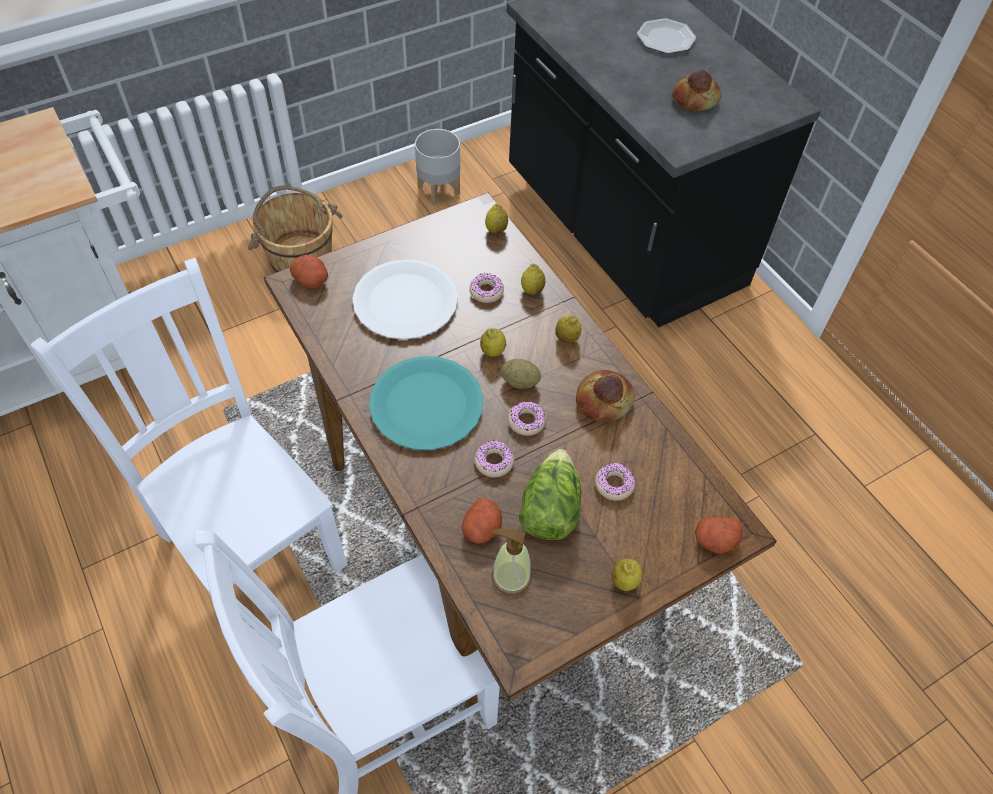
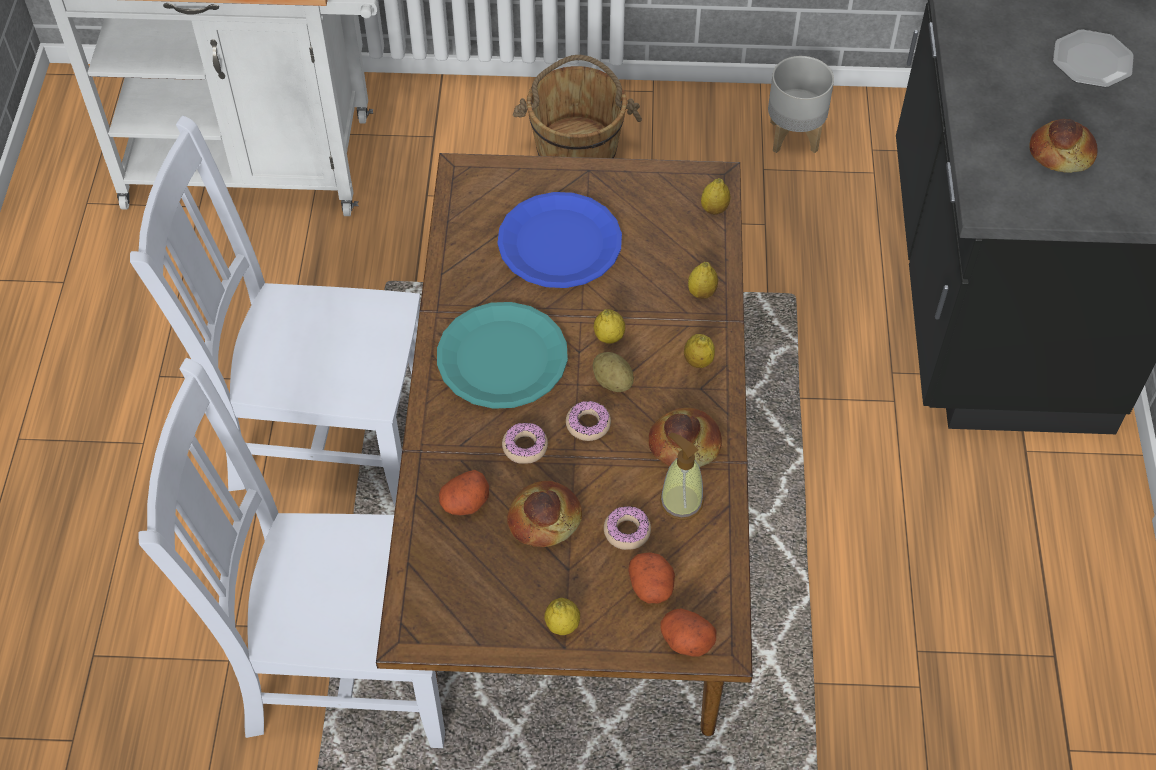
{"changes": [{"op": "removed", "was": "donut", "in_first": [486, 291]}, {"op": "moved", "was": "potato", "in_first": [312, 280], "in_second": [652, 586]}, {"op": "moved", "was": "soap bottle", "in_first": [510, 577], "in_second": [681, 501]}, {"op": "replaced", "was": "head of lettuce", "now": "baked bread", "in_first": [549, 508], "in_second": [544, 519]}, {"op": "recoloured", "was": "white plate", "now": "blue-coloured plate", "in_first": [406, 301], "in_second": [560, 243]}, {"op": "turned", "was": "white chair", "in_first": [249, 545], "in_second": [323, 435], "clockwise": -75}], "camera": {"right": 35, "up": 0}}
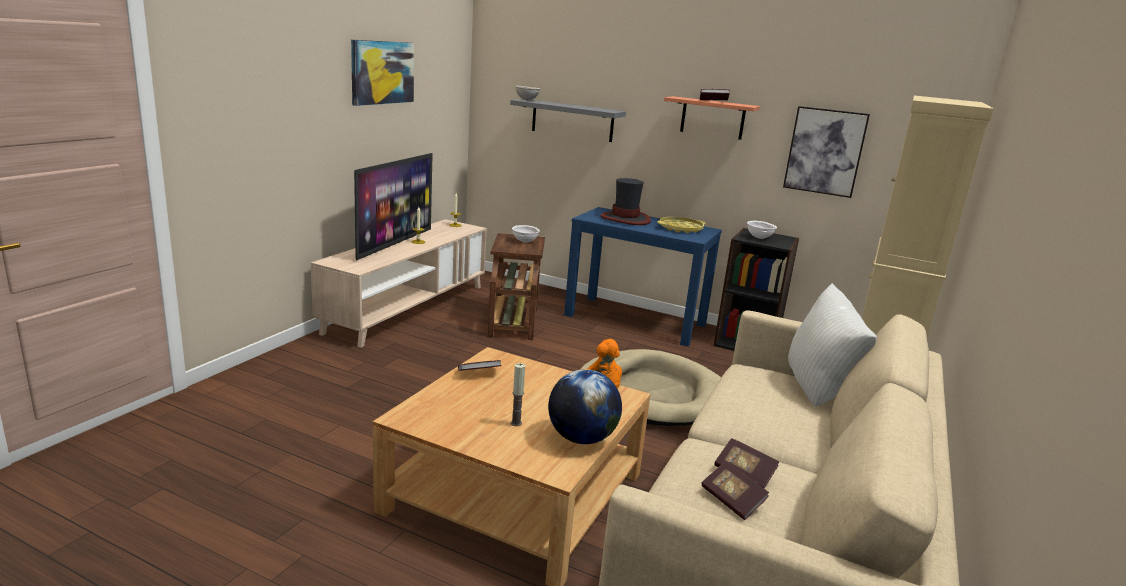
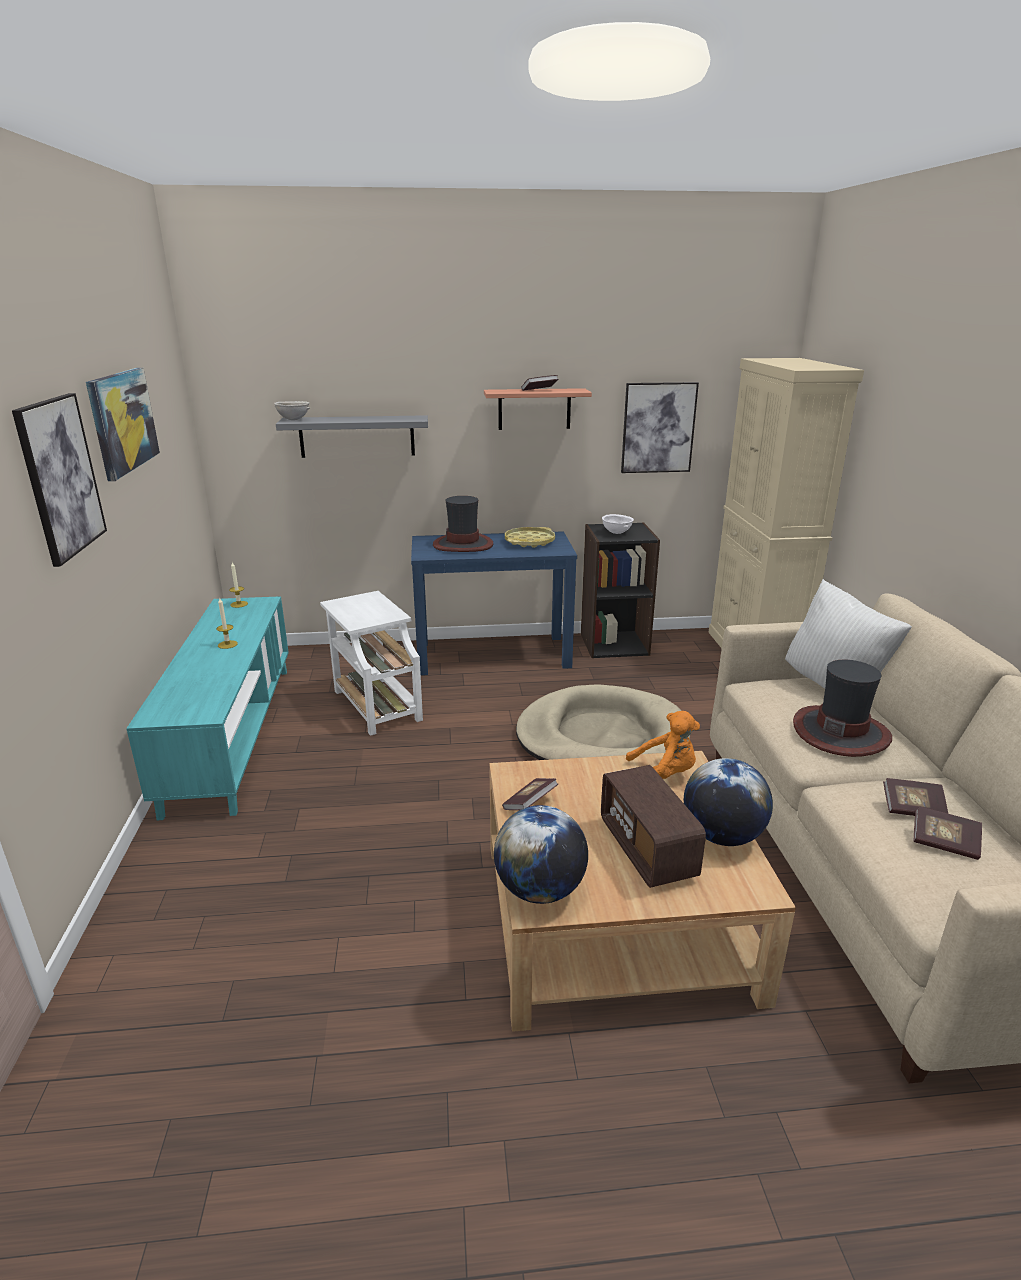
{"changes": [{"op": "removed", "was": "TV set", "in_first": [394, 243]}, {"op": "removed", "was": "white deep dish", "in_first": [525, 242]}, {"op": "added", "now": "wall art", "in_second": [60, 477]}, {"op": "added", "now": "globe", "in_second": [540, 890]}, {"op": "added", "now": "wearable hat", "in_second": [840, 732]}, {"op": "replaced", "was": "wax light", "now": "radio", "in_first": [516, 423], "in_second": [647, 849]}, {"op": "recoloured", "was": "beige tv unit", "now": "blue-green tv unit", "in_first": [408, 308], "in_second": [232, 734]}, {"op": "recoloured", "was": "brown-coloured end table", "now": "white end table", "in_first": [513, 322], "in_second": [376, 704]}], "camera": {"right": -30, "up": 5}}
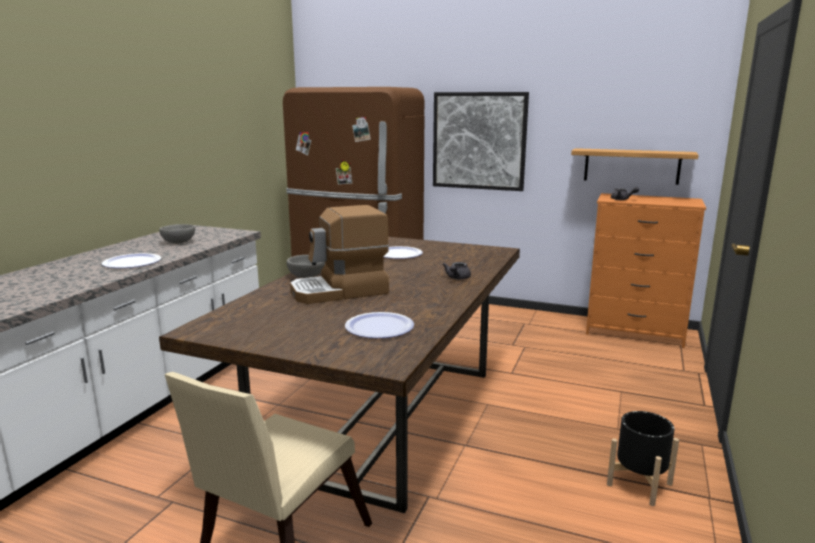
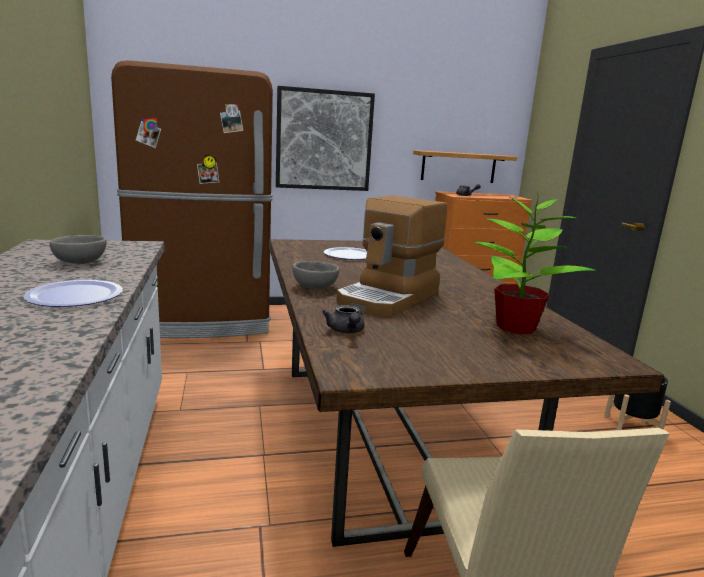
{"changes": [{"op": "moved", "was": "grey teapot", "in_first": [457, 278], "in_second": [346, 331]}, {"op": "replaced", "was": "plate", "now": "houseplant", "in_first": [379, 327], "in_second": [514, 327]}], "camera": {"right": -35, "up": 0}}
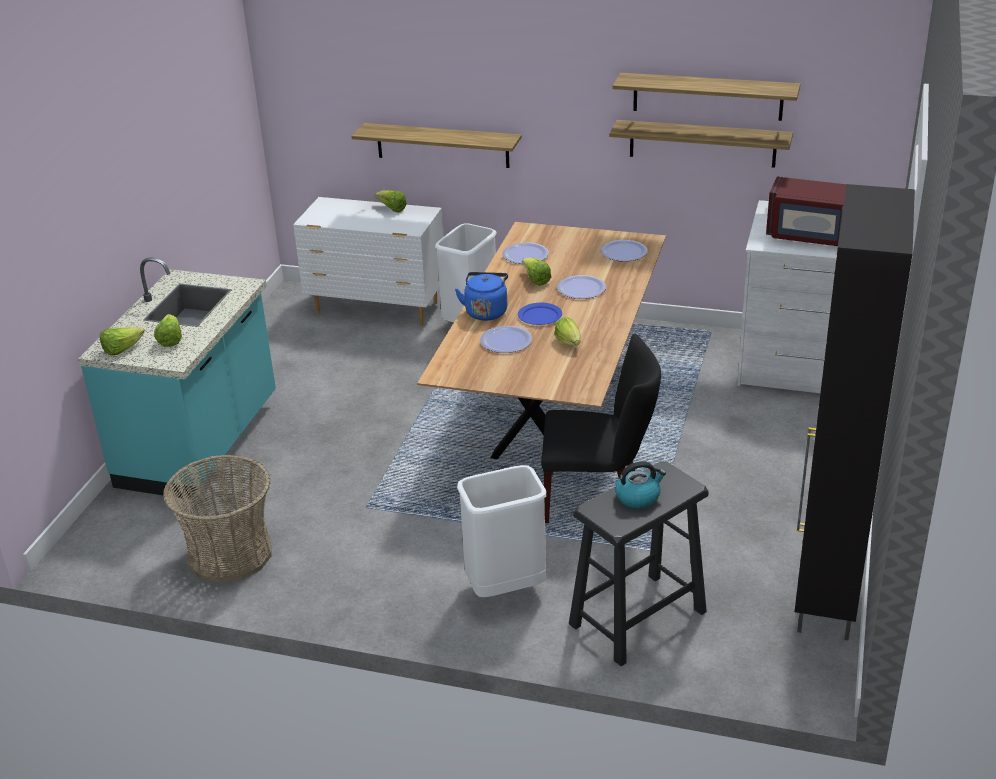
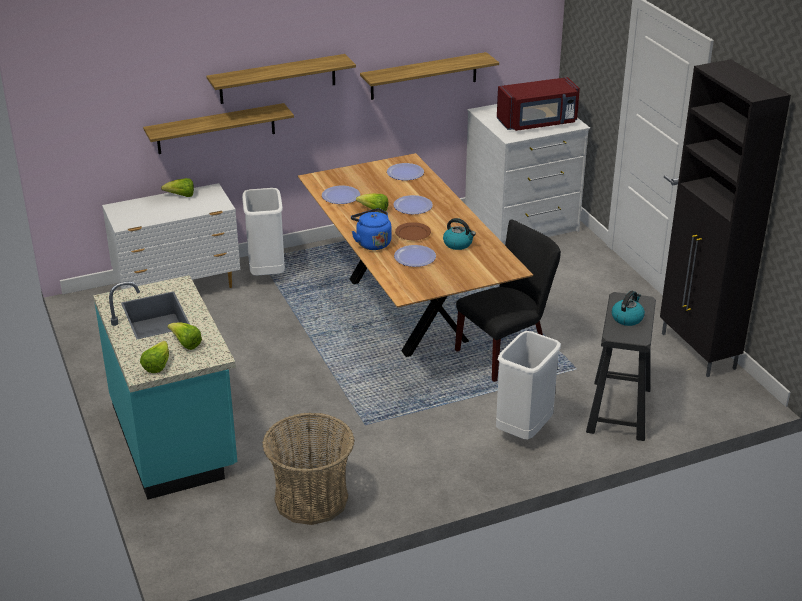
{"changes": [{"op": "moved", "was": "wall shelf", "in_first": [707, 96], "in_second": [277, 79]}, {"op": "replaced", "was": "head of lettuce", "now": "water kettle", "in_first": [569, 343], "in_second": [458, 244]}, {"op": "recoloured", "was": "blue-coloured plate", "now": "brown-coloured plate", "in_first": [540, 316], "in_second": [413, 233]}], "camera": {"right": -40, "up": 0}}
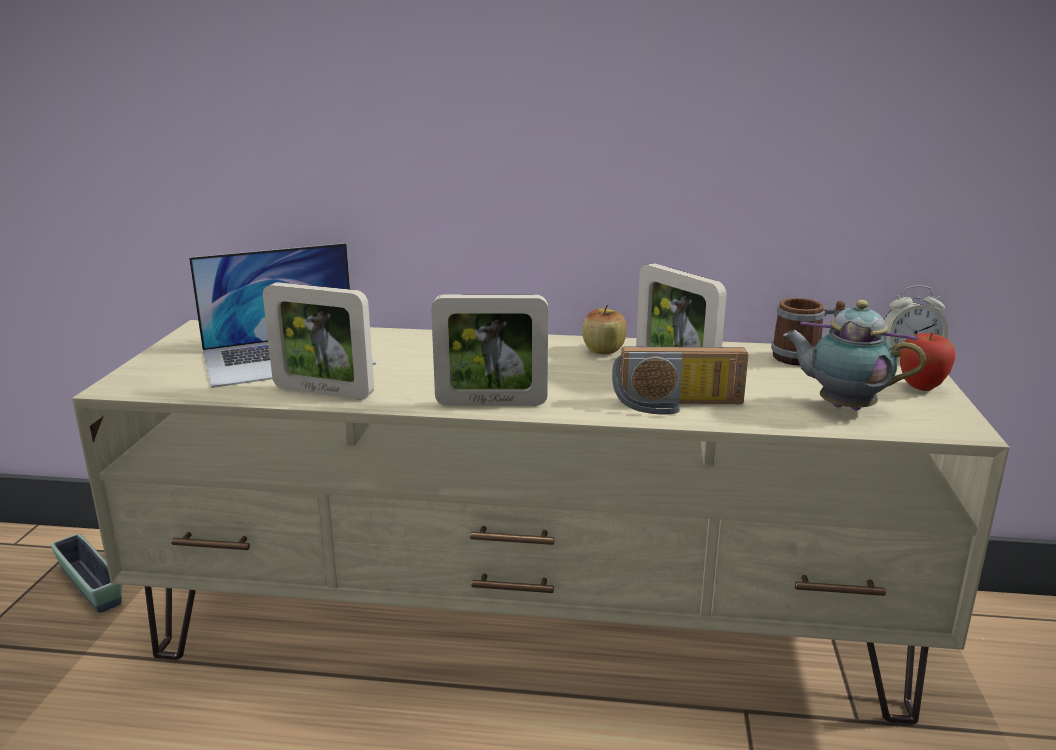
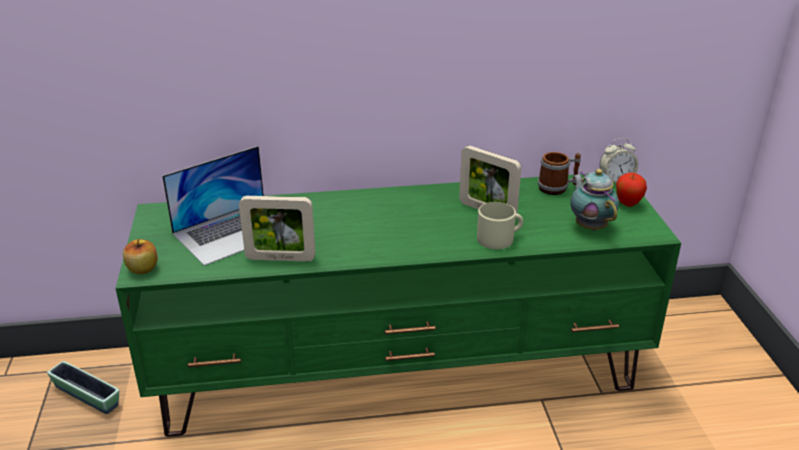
{"changes": [{"op": "removed", "was": "standing frame", "in_first": [491, 403]}, {"op": "moved", "was": "whole apple", "in_first": [603, 350], "in_second": [142, 269]}, {"op": "replaced", "was": "radio", "now": "beige tea mug", "in_first": [677, 406], "in_second": [499, 238]}, {"op": "recoloured", "was": "beige tv unit", "now": "green tv unit", "in_first": [531, 628], "in_second": [401, 371]}, {"op": "turned", "was": "teapot", "in_first": [842, 407], "in_second": [589, 226], "clockwise": 60}], "camera": {"right": -15, "up": 10}}
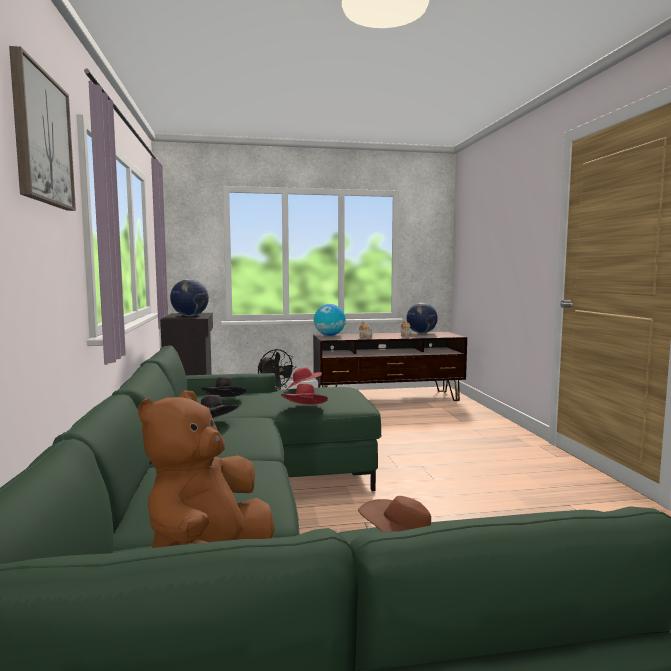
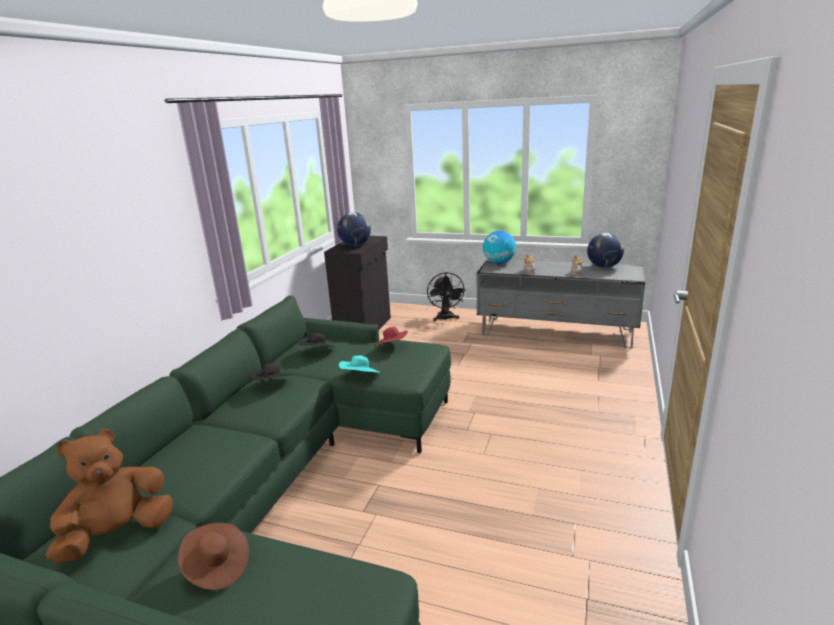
{"changes": [{"op": "removed", "was": "wall art", "in_first": [41, 139]}, {"op": "recoloured", "was": "red wearable hat", "now": "blue-green wearable hat", "in_first": [304, 410], "in_second": [360, 377]}, {"op": "recoloured", "was": "brown-coloured tv unit", "now": "grey tv unit", "in_first": [388, 398], "in_second": [556, 332]}], "camera": {"right": 30, "up": 15}}
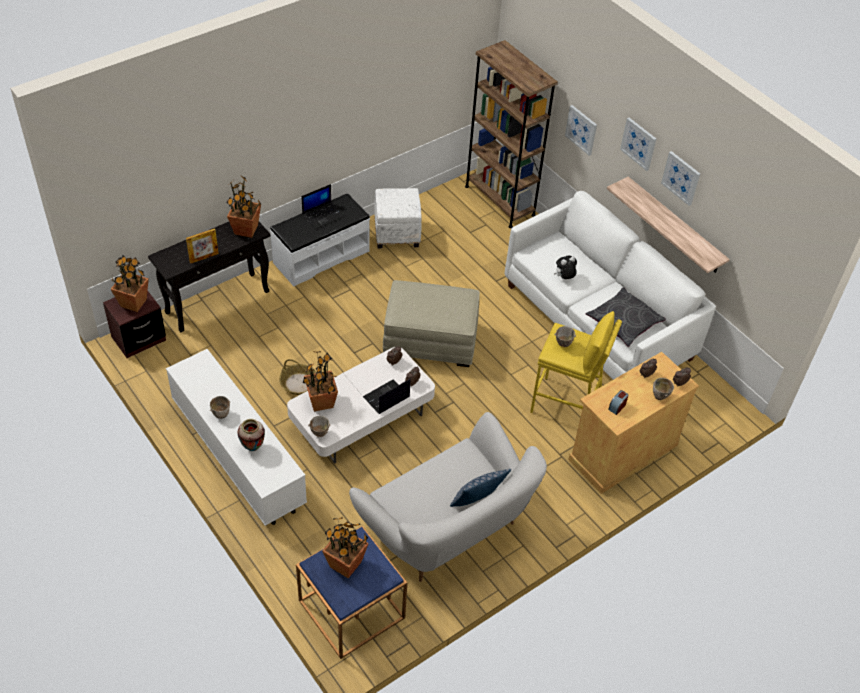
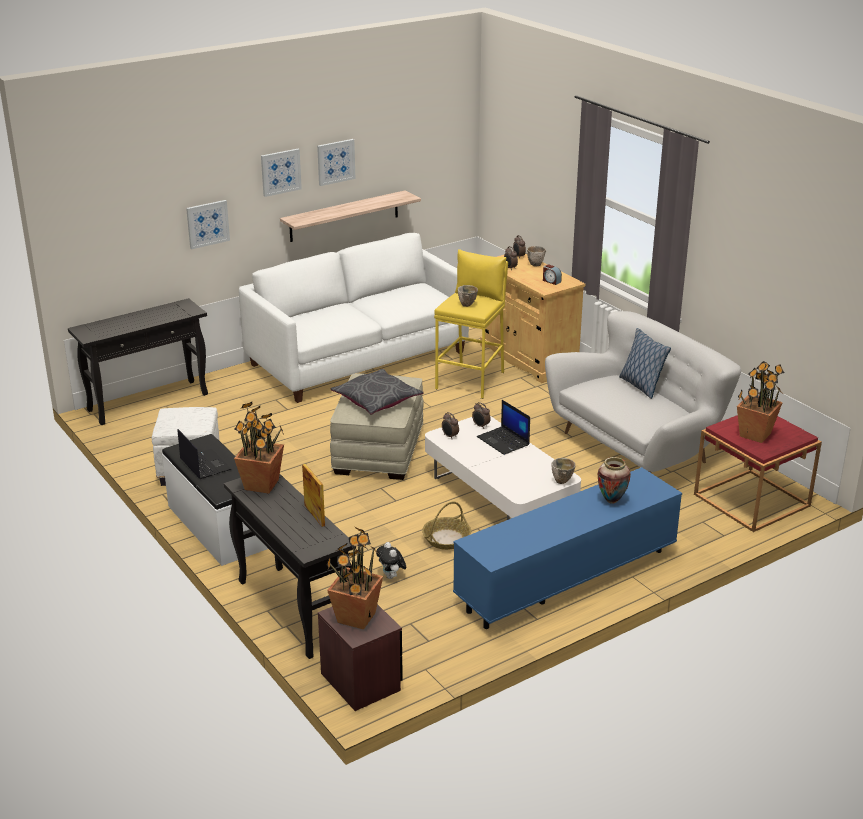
{"changes": [{"op": "removed", "was": "deep dish", "in_first": [222, 414]}, {"op": "removed", "was": "houseplant", "in_first": [321, 402]}, {"op": "moved", "was": "cuddly toy", "in_first": [564, 278], "in_second": [391, 576]}, {"op": "moved", "was": "grey cushion", "in_first": [624, 322], "in_second": [377, 400]}, {"op": "replaced", "was": "brown-coloured bookshelf", "now": "black hall table", "in_first": [499, 200], "in_second": [149, 402]}, {"op": "recoloured", "was": "white tv unit", "now": "blue-coloured tv unit", "in_first": [238, 455], "in_second": [565, 580]}, {"op": "recoloured", "was": "blue-coloured end table", "now": "red end table", "in_first": [351, 609], "in_second": [751, 500]}], "camera": {"right": -85, "up": -20}}
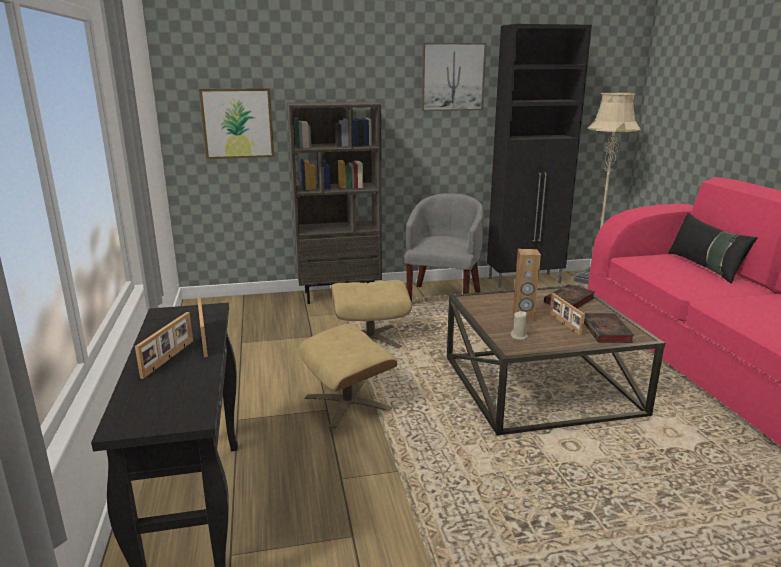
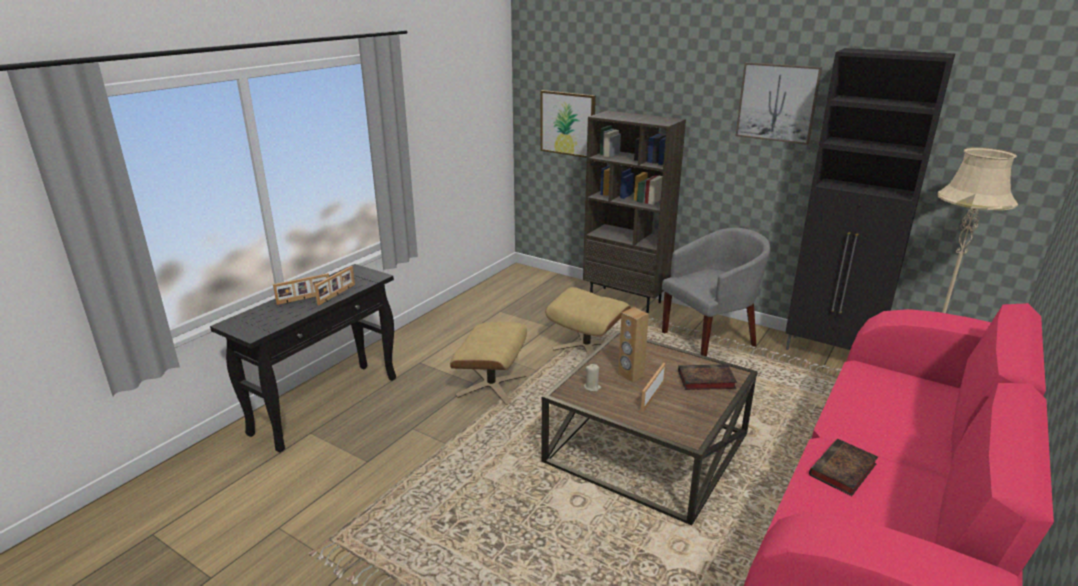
{"changes": [{"op": "removed", "was": "black cushion", "in_first": [705, 267]}, {"op": "moved", "was": "volume", "in_first": [607, 332], "in_second": [842, 471]}], "camera": {"right": 45, "up": 5}}
